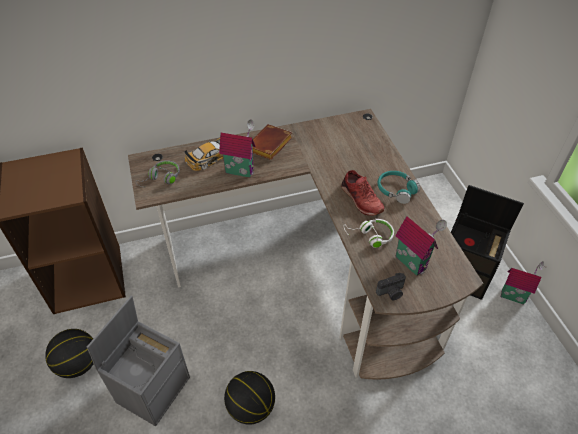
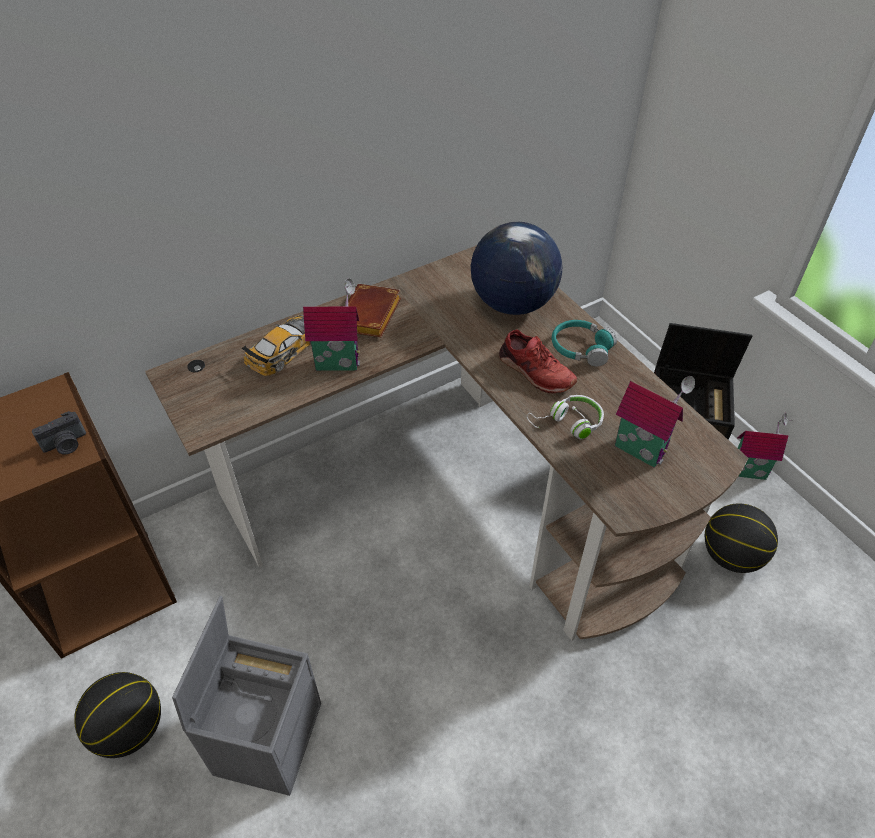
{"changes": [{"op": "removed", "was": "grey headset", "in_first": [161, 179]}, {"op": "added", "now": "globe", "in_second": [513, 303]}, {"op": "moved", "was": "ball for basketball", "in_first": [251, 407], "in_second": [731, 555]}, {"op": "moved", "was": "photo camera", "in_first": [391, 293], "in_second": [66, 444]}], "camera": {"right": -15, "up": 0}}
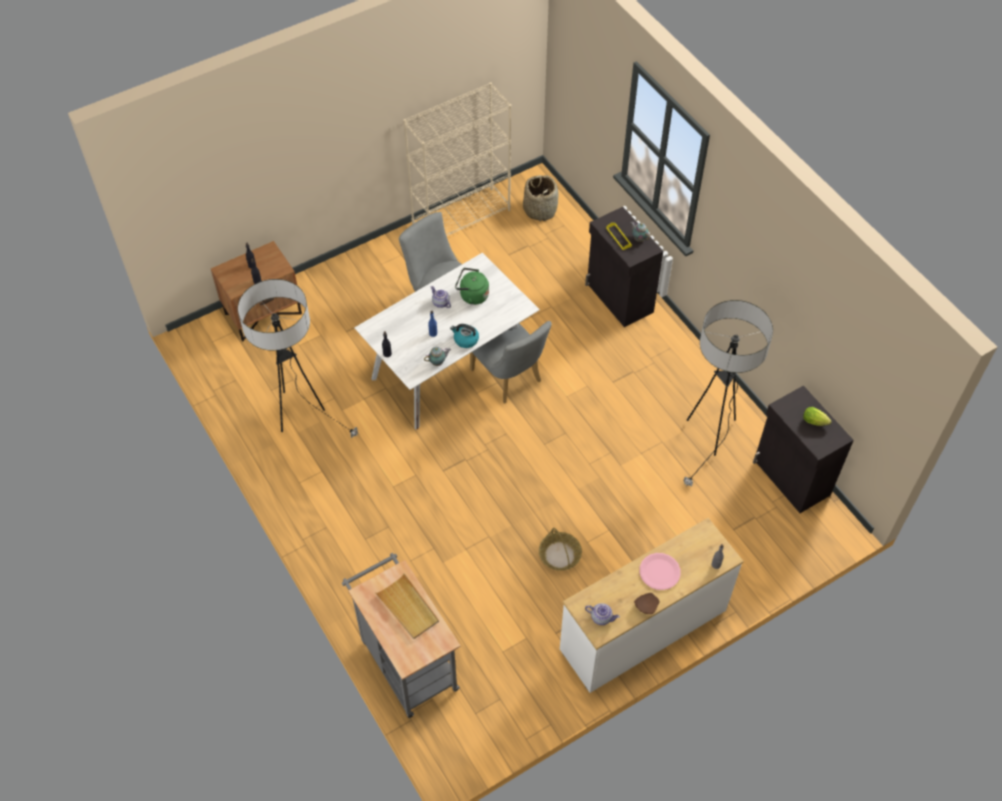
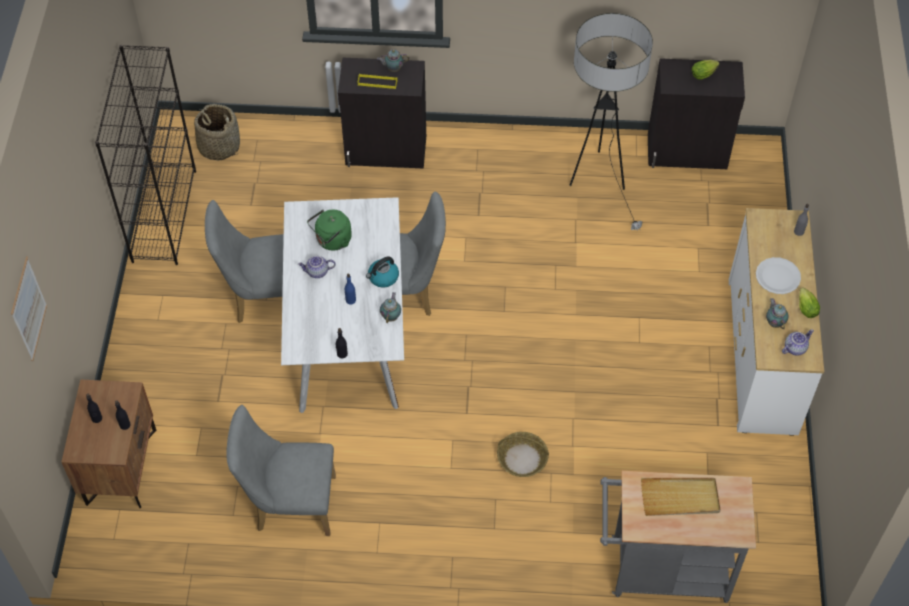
{"changes": [{"op": "added", "now": "wall art", "in_second": [28, 309]}, {"op": "added", "now": "teapot", "in_second": [774, 322]}, {"op": "moved", "was": "basket", "in_first": [560, 555], "in_second": [522, 459]}, {"op": "replaced", "was": "floor lamp", "now": "grey chair", "in_first": [300, 414], "in_second": [289, 504]}, {"op": "replaced", "was": "brown-coloured plate", "now": "head of lettuce", "in_first": [646, 605], "in_second": [805, 307]}, {"op": "recoloured", "was": "beige bookshelf", "now": "black bookshelf", "in_first": [461, 217], "in_second": [164, 215]}, {"op": "recoloured", "was": "pink-coloured plate", "now": "white plate", "in_first": [659, 572], "in_second": [777, 277]}], "camera": {"right": -55, "up": 0}}
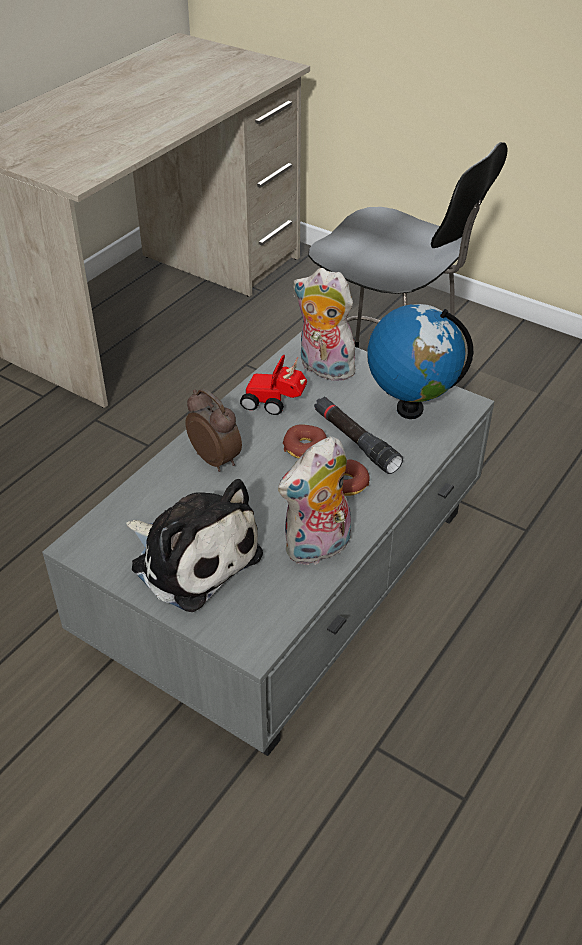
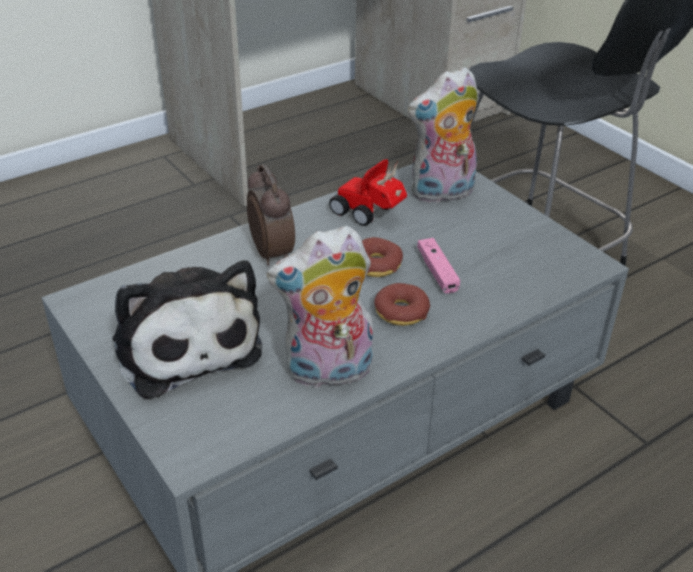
{"changes": [{"op": "removed", "was": "globe", "in_first": [410, 409]}, {"op": "replaced", "was": "black torch", "now": "pink-coloured game controller", "in_first": [355, 441], "in_second": [437, 271]}, {"op": "turned", "was": "cuddly toy", "in_first": [323, 369], "in_second": [442, 194], "clockwise": -75}], "camera": {"right": 20, "up": -5}}
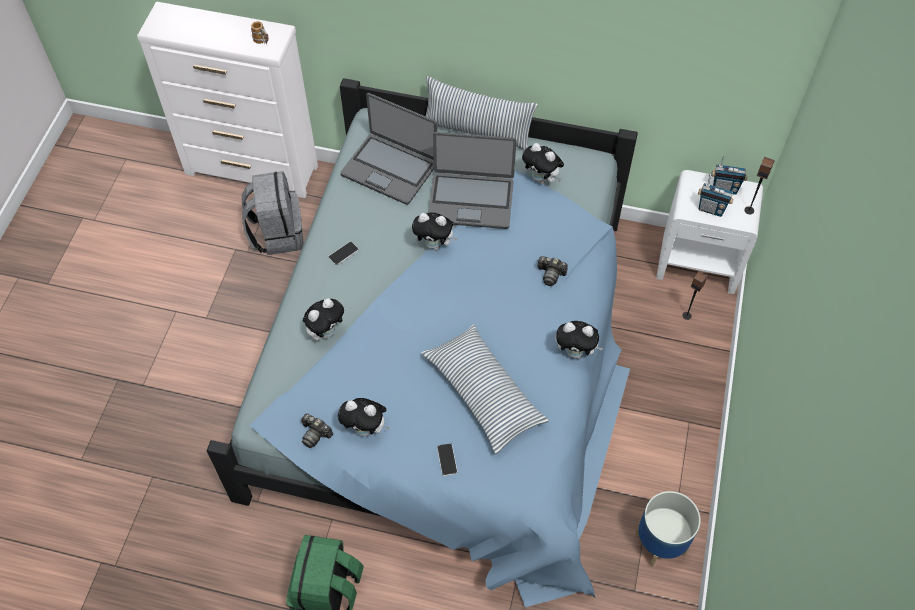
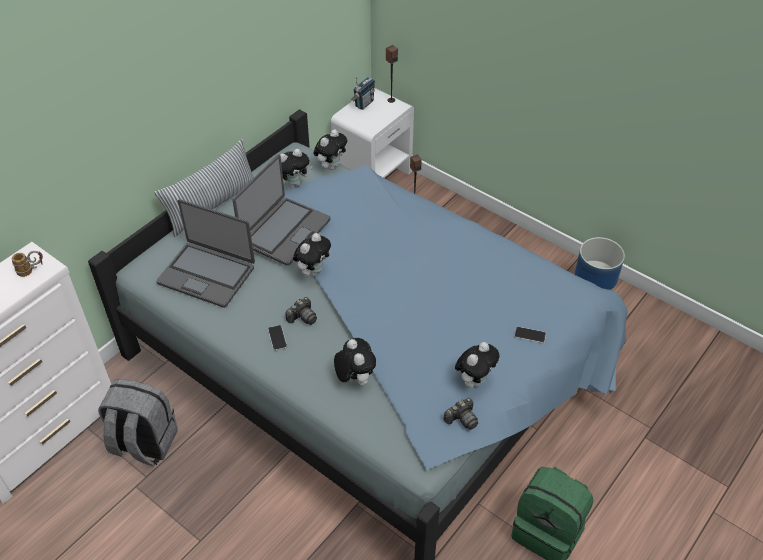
{"changes": [{"op": "removed", "was": "cushion", "in_first": [483, 393]}, {"op": "removed", "was": "radio", "in_first": [711, 209]}, {"op": "moved", "was": "photo camera", "in_first": [551, 274], "in_second": [302, 317]}, {"op": "moved", "was": "cuddly toy", "in_first": [576, 352], "in_second": [331, 166]}, {"op": "turned", "was": "portable computer", "in_first": [390, 169], "in_second": [207, 274], "clockwise": 60}], "camera": {"right": -65, "up": -10}}
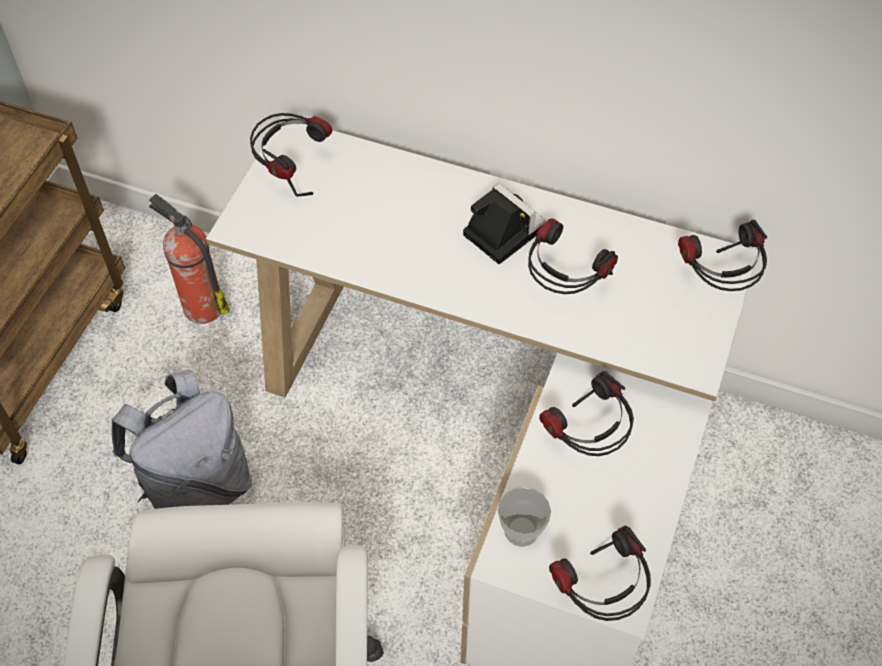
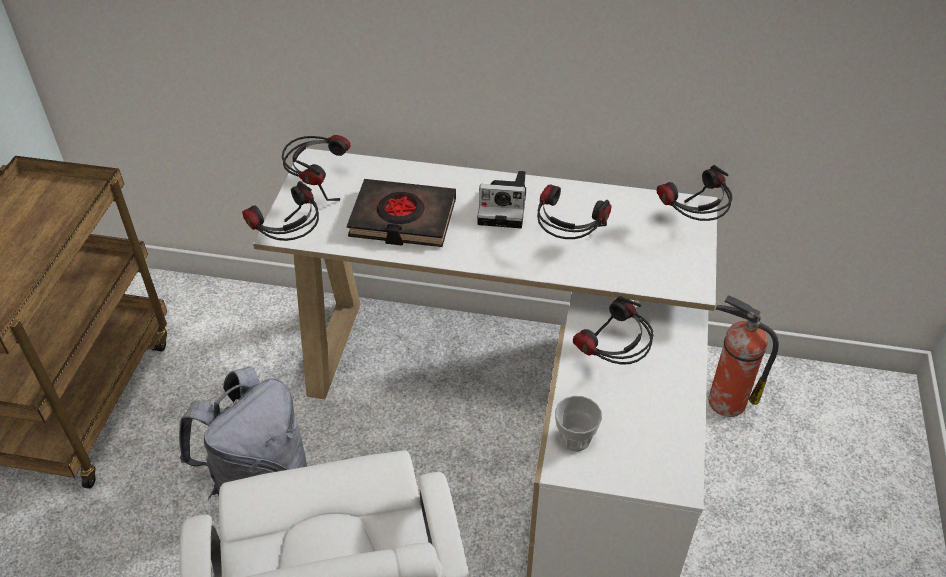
{"changes": [{"op": "added", "now": "black volume", "in_second": [402, 219]}, {"op": "moved", "was": "fire-fighting cylinder", "in_first": [201, 306], "in_second": [724, 401]}, {"op": "moved", "was": "headset", "in_first": [599, 595], "in_second": [290, 243]}, {"op": "turned", "was": "photo camera", "in_first": [500, 231], "in_second": [505, 208], "clockwise": 150}], "camera": {"right": -10, "up": -10}}
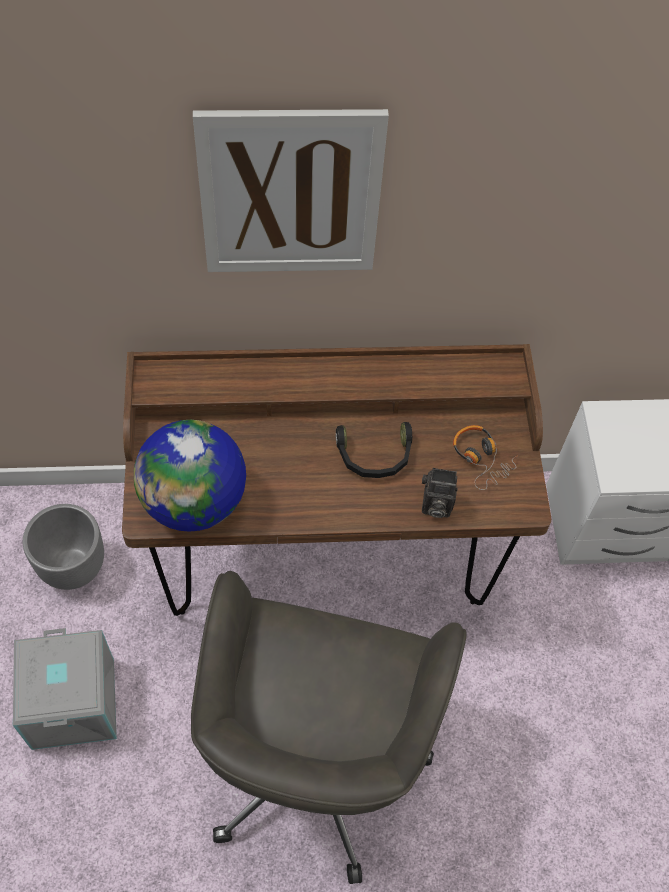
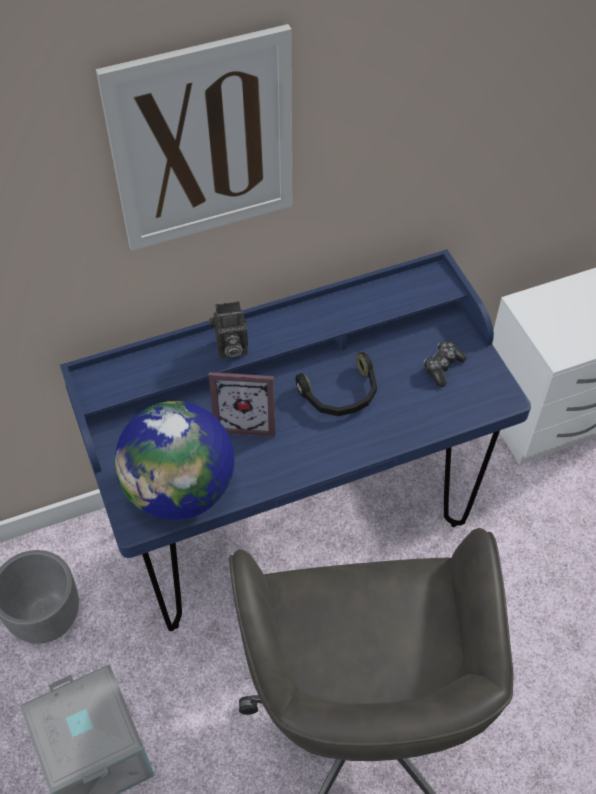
{"changes": [{"op": "added", "now": "standing frame", "in_second": [246, 420]}, {"op": "moved", "was": "photo camera", "in_first": [434, 505], "in_second": [230, 348]}, {"op": "replaced", "was": "headset", "now": "game controller", "in_first": [481, 459], "in_second": [442, 367]}, {"op": "recoloured", "was": "brown-coloured desk unit", "now": "blue-coloured desk unit", "in_first": [326, 554], "in_second": [297, 525]}], "camera": {"right": -15, "up": -5}}
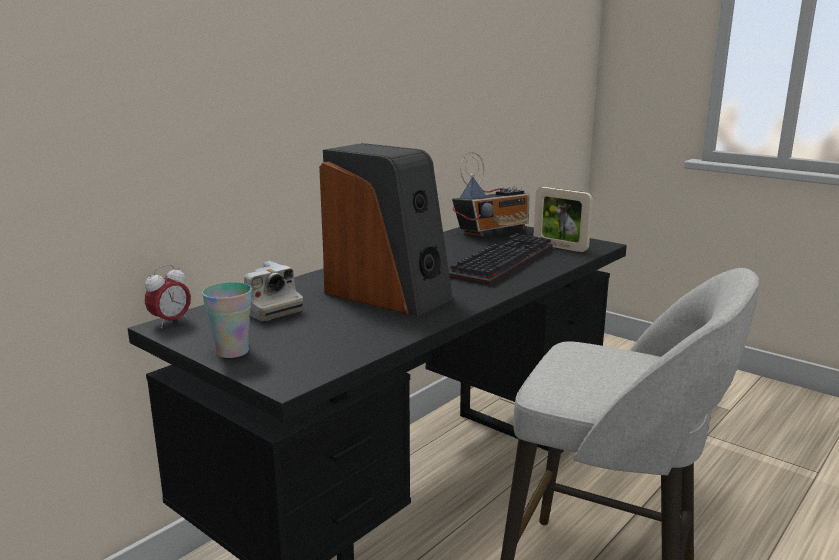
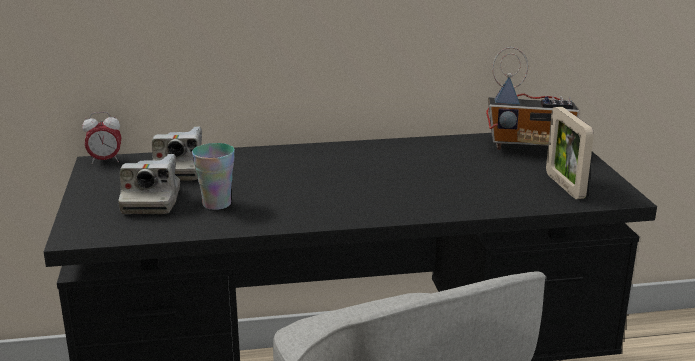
{"changes": [{"op": "removed", "was": "audio speaker", "in_first": [388, 295]}, {"op": "removed", "was": "computer keyboard", "in_first": [502, 261]}, {"op": "added", "now": "photo camera", "in_second": [152, 201]}, {"op": "moved", "was": "drinking cup", "in_first": [232, 351], "in_second": [217, 204]}], "camera": {"right": 40, "up": 5}}
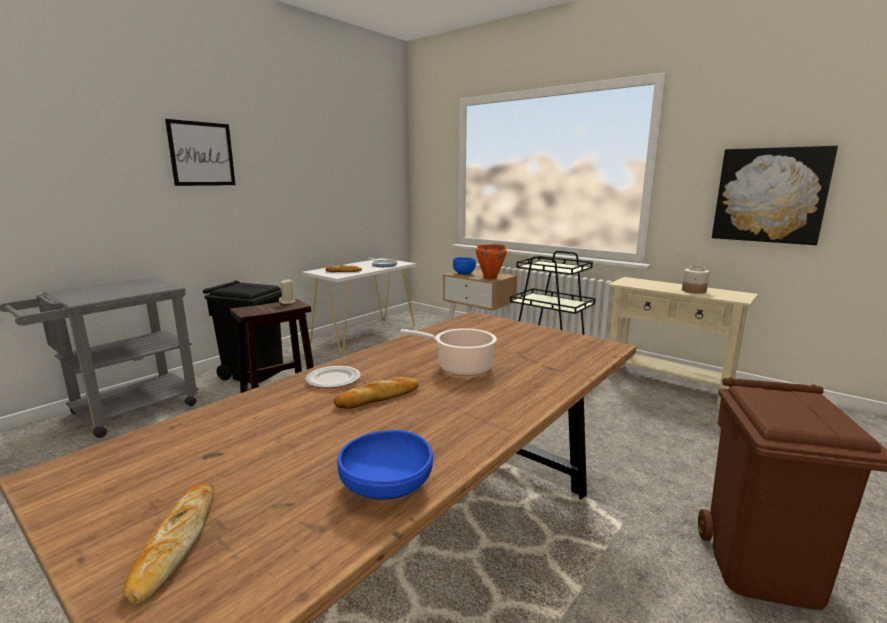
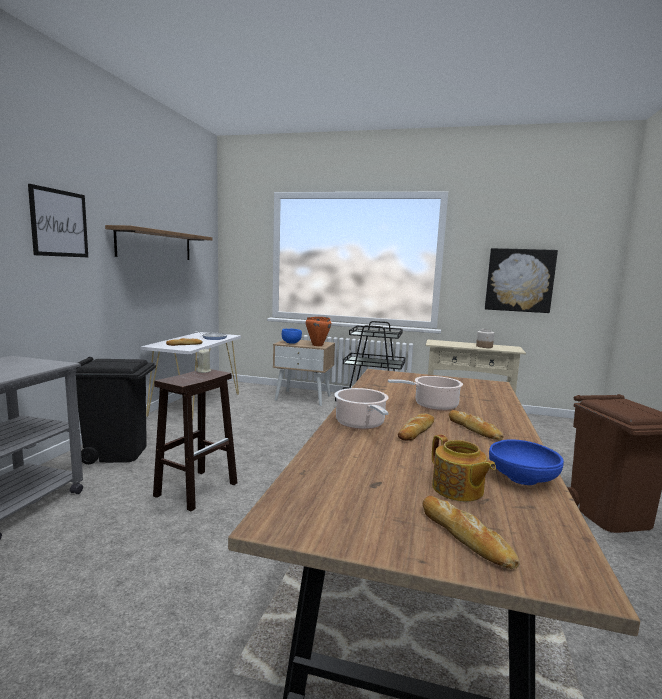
{"changes": [{"op": "added", "now": "wall shelf", "in_second": [155, 245]}, {"op": "added", "now": "teapot", "in_second": [457, 489]}, {"op": "added", "now": "baked bread", "in_second": [473, 429]}, {"op": "replaced", "was": "plate", "now": "saucepot", "in_first": [332, 380], "in_second": [361, 424]}], "camera": {"right": -25, "up": -5}}
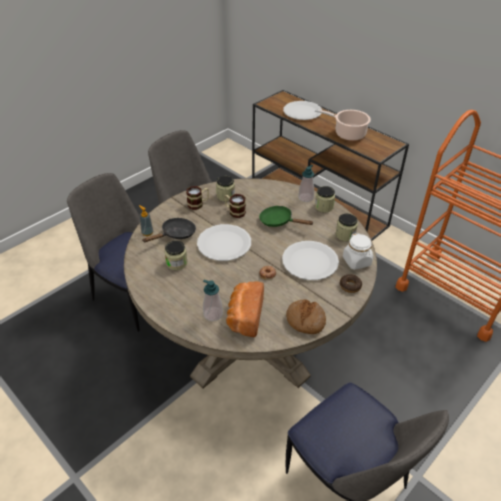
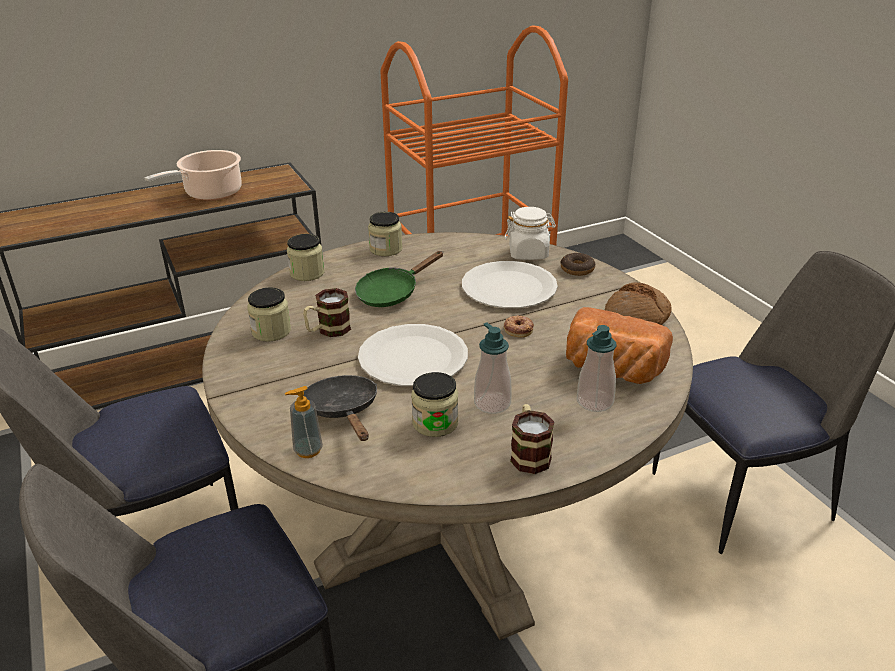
{"changes": [{"op": "removed", "was": "white plate", "in_first": [302, 112]}, {"op": "moved", "was": "tea mug", "in_first": [198, 204], "in_second": [529, 453]}, {"op": "moved", "was": "soap bottle", "in_first": [305, 198], "in_second": [492, 403]}, {"op": "moved", "was": "preserve jar", "in_first": [345, 235], "in_second": [307, 273]}], "camera": {"right": -70, "up": -10}}
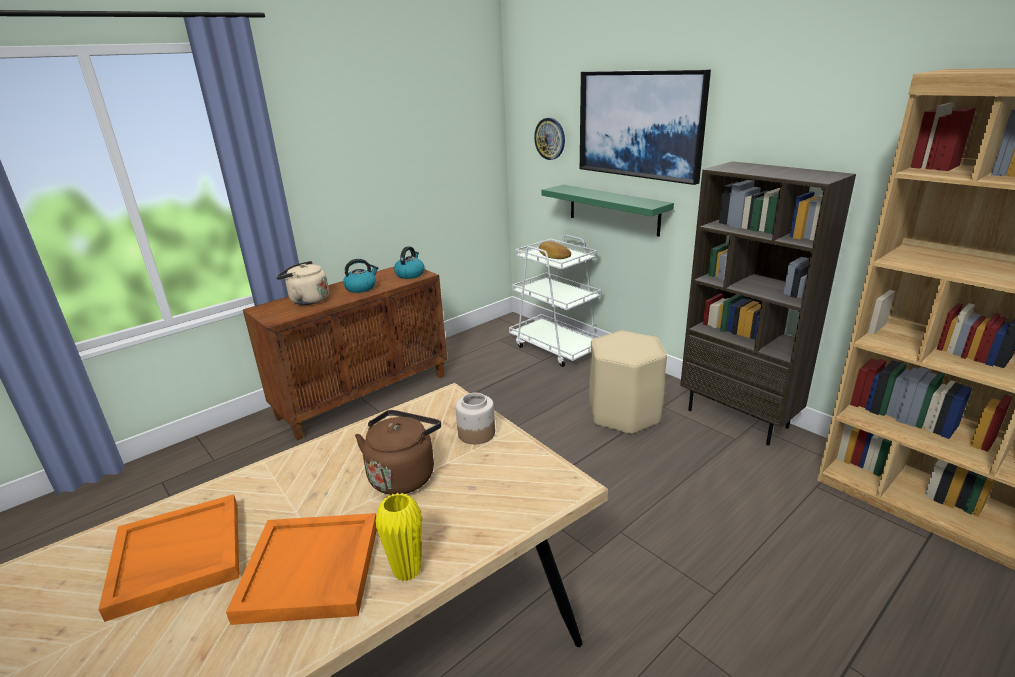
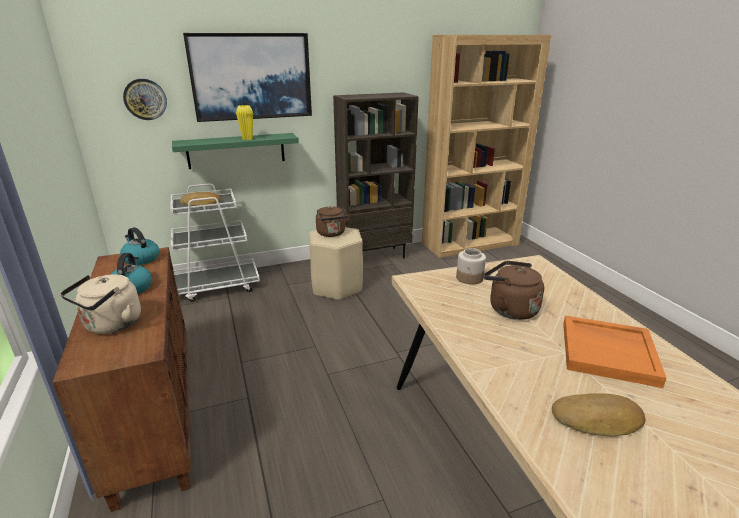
{"changes": [{"op": "added", "now": "brown-coloured water kettle", "in_second": [332, 234]}, {"op": "moved", "was": "yellow flower vase", "in_first": [407, 570], "in_second": [247, 139]}, {"op": "replaced", "was": "orangey carrying tray", "now": "baked bread", "in_first": [177, 558], "in_second": [598, 420]}], "camera": {"right": -70, "up": 0}}
